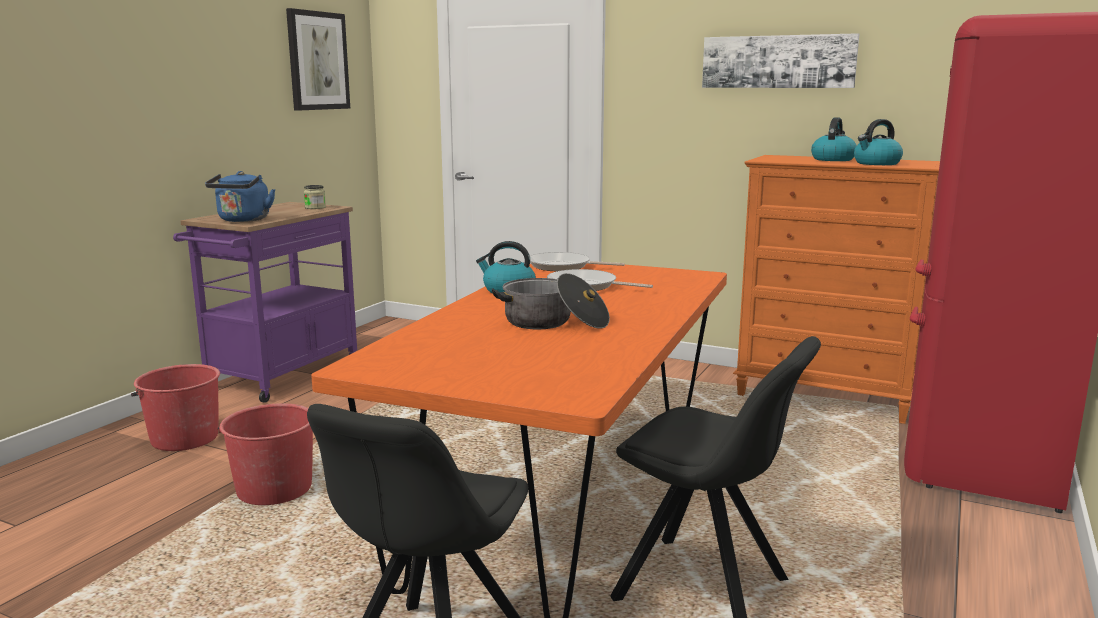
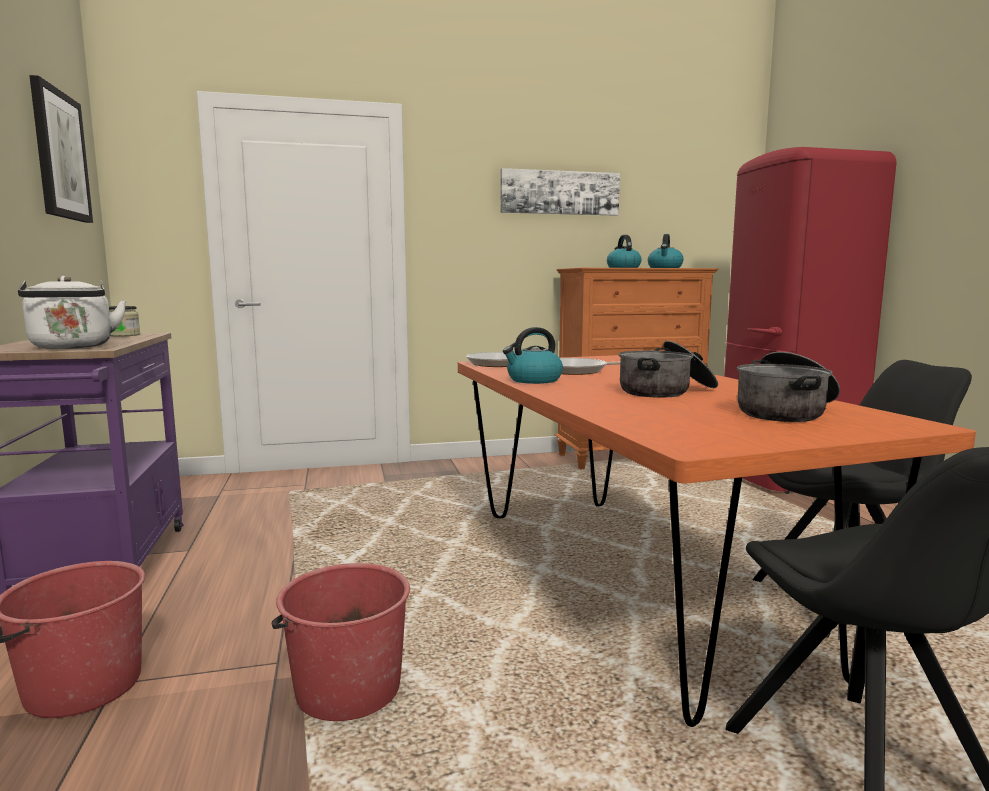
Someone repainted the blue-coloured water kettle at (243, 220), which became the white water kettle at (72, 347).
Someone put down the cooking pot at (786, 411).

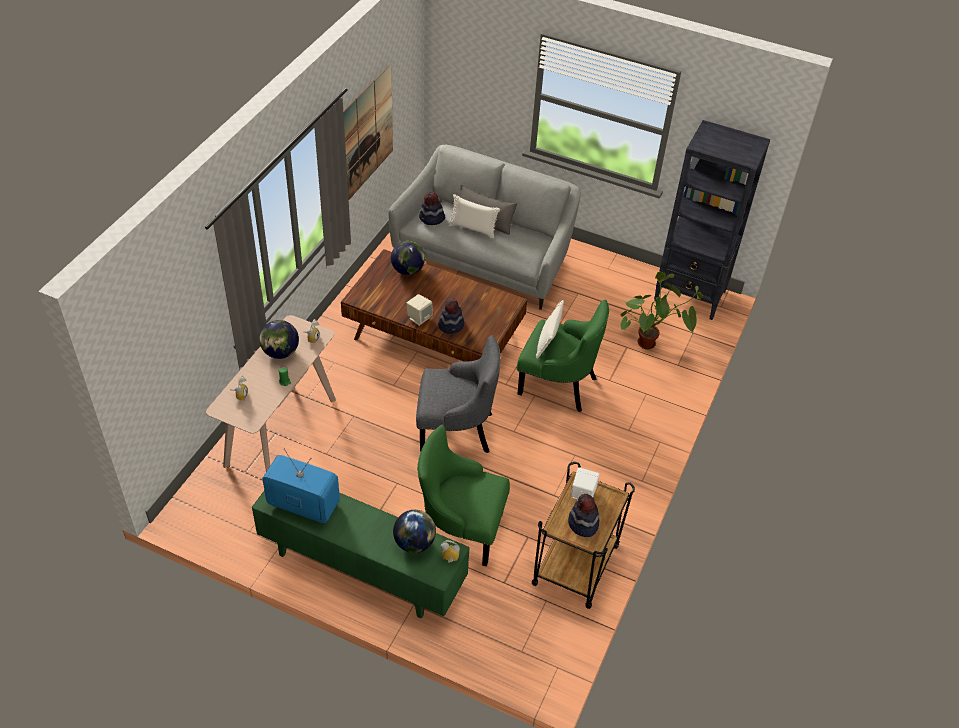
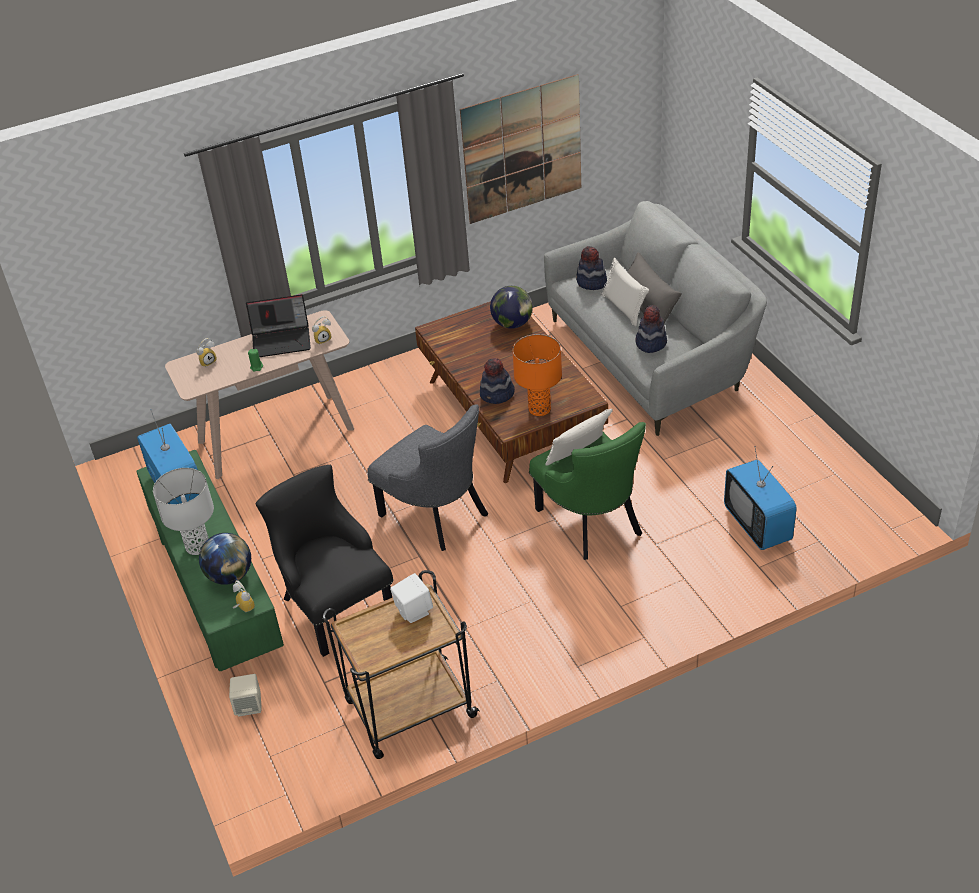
Someone swapped the globe at (281, 352) for the portable computer at (282, 340).
Someone carried the beige-coloured loudspeaker from (419, 318) to (249, 706).
Someone repainted the greenish armchair at (461, 530), which became the blackish armchair at (337, 610).
Someone carried the wearable hat from (583, 524) to (650, 343).
Someone swapped the houseplant at (652, 339) for the TV at (757, 525).
Someone took away the blackish bookcase at (690, 296).
Someone put down the white lamp for a table at (197, 546).
Someone put down the orange-coloured lamp for a table at (540, 409).

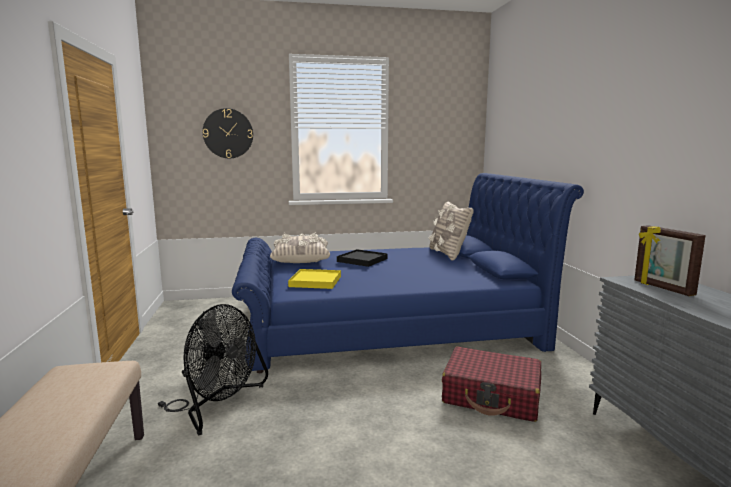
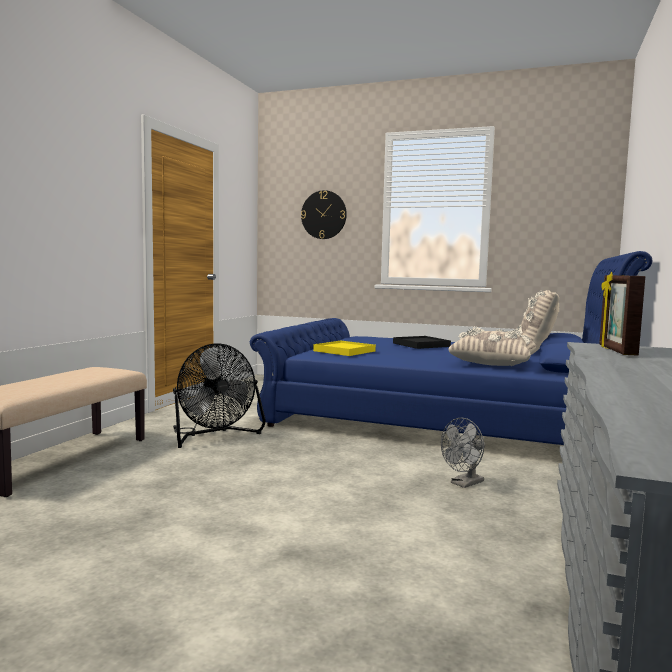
Someone carried the beige-coloured cushion from (301, 261) to (492, 364).
Someone swapped the reddish suitcase at (492, 396) for the greyish fan at (464, 484).

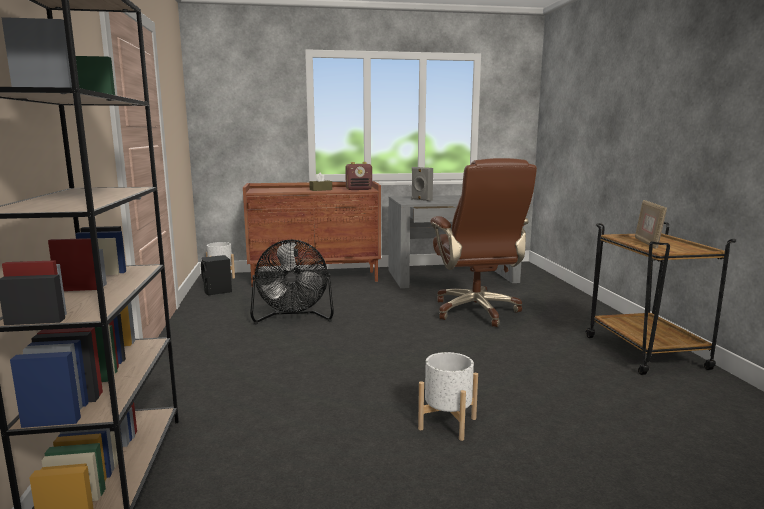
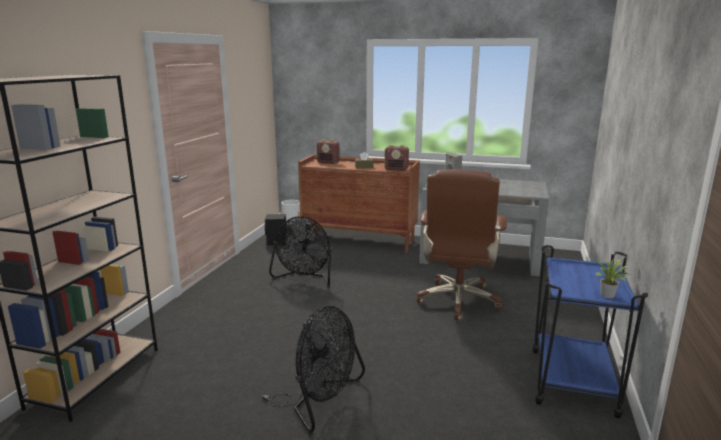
Someone swapped the white planter at (447, 424) for the blackish fan at (318, 402).
Someone repainted the brown trolley at (646, 353), which became the blue-coloured trolley at (572, 383).
Someone took away the standing frame at (647, 243).
Someone put down the radio set at (328, 162).
Someone put down the houseplant at (608, 296).

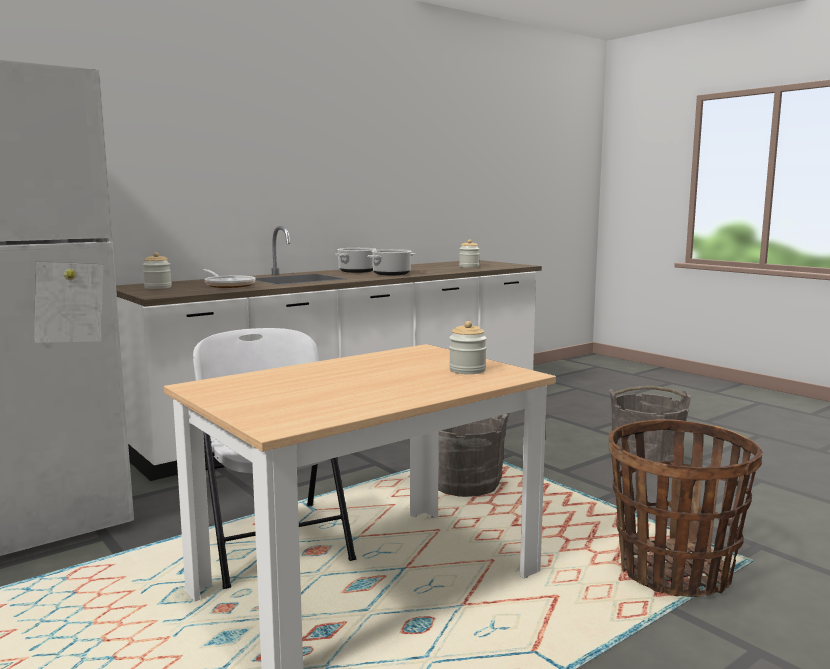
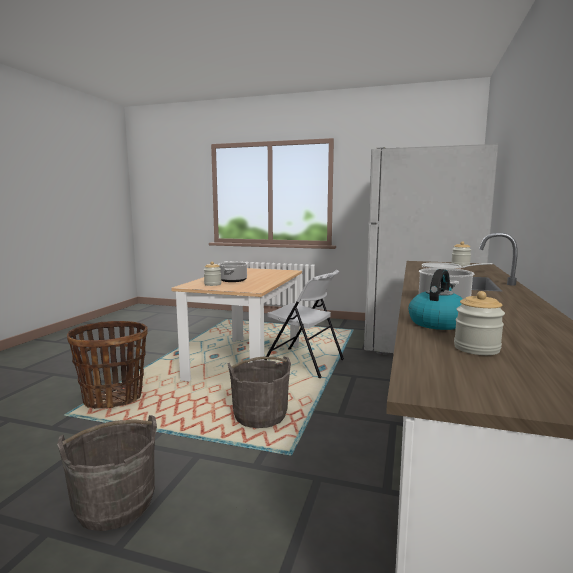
Someone carried the cooking pot from (357, 271) to (233, 280).
Someone put down the water kettle at (437, 323).

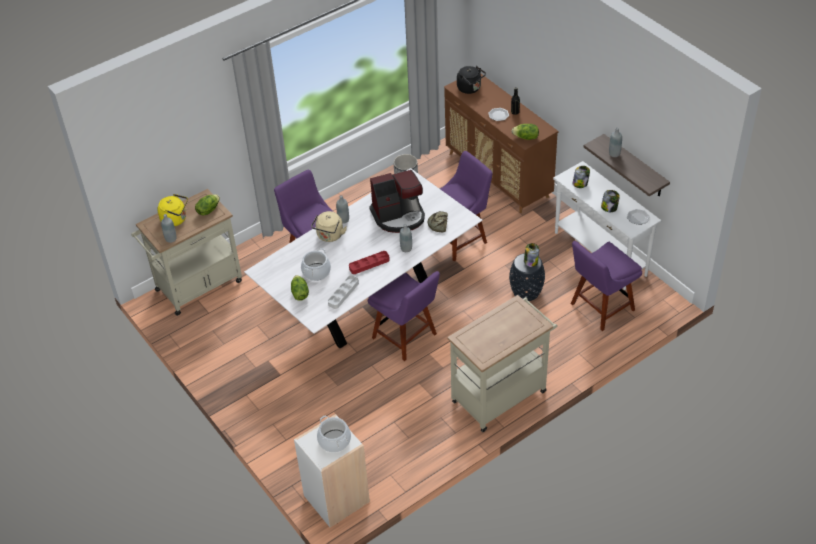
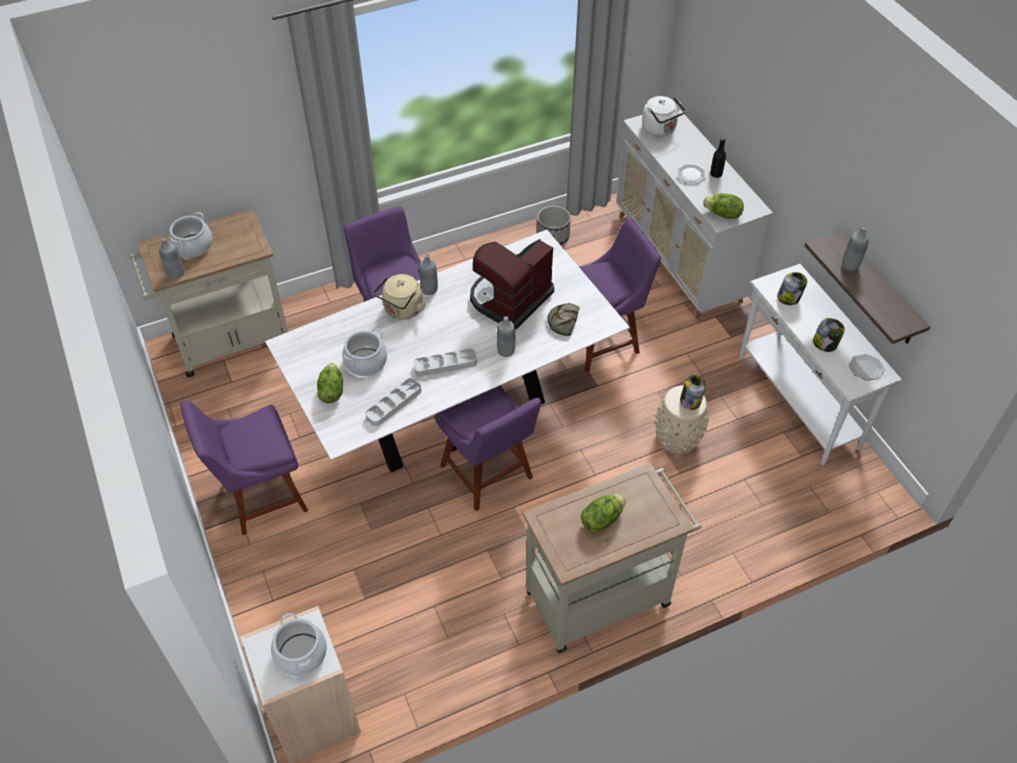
Someone swapped the yellowish water kettle at (175, 219) for the cooking pot at (193, 246).
Someone carried the head of lettuce from (208, 210) to (601, 519).
Someone repainted the reddish tray at (369, 264), which became the greyish tray at (445, 365).
Someone rotated the coffee brewer at (399, 216) by 135 degrees clockwise.
Someone repainted the brown storage cabinet at (498, 175), which became the white storage cabinet at (679, 257).
Someone repainted the blackish water kettle at (470, 89), which became the white water kettle at (660, 129).
Someone repainted the blackish stool seat at (526, 291), which became the beige-coloured stool seat at (677, 438).
Someone carried the purple-coloured plain chair from (600, 308) to (260, 497).

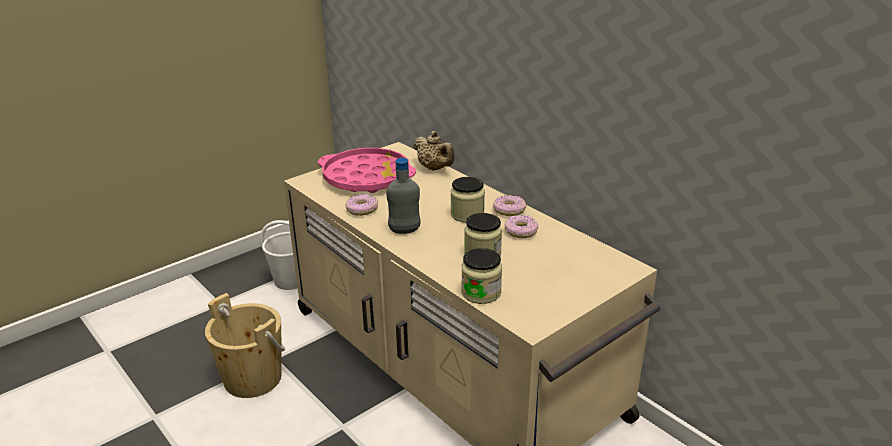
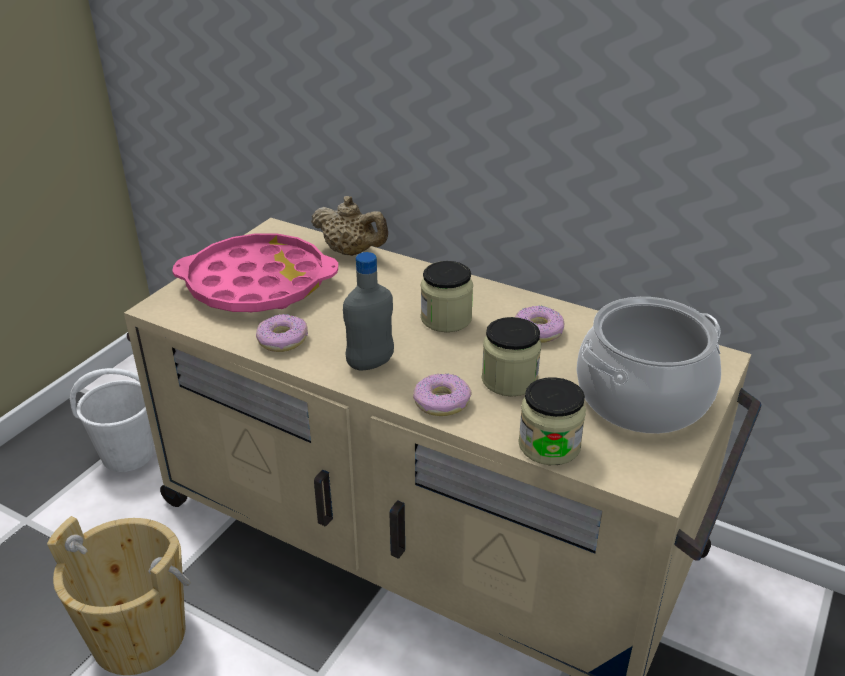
Someone carried the doughnut from (509, 210) to (441, 402).
Someone put down the cooking pot at (641, 397).

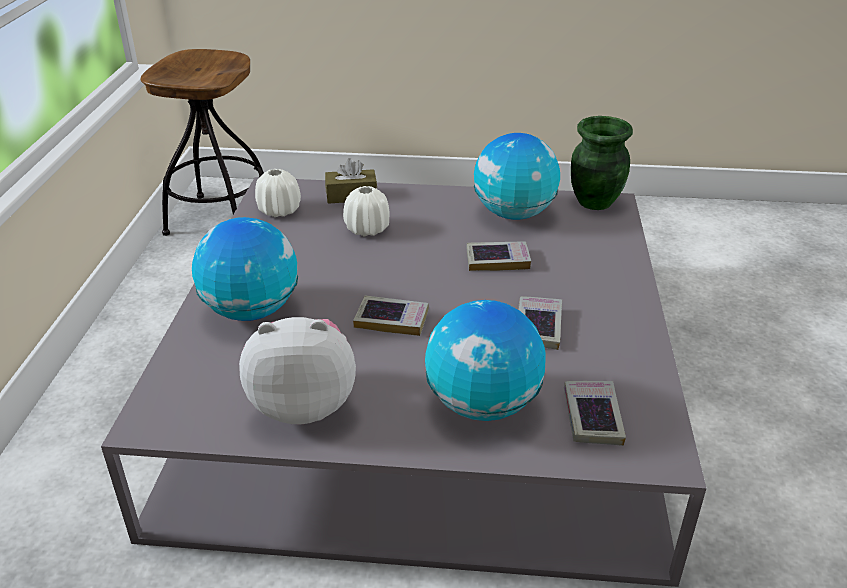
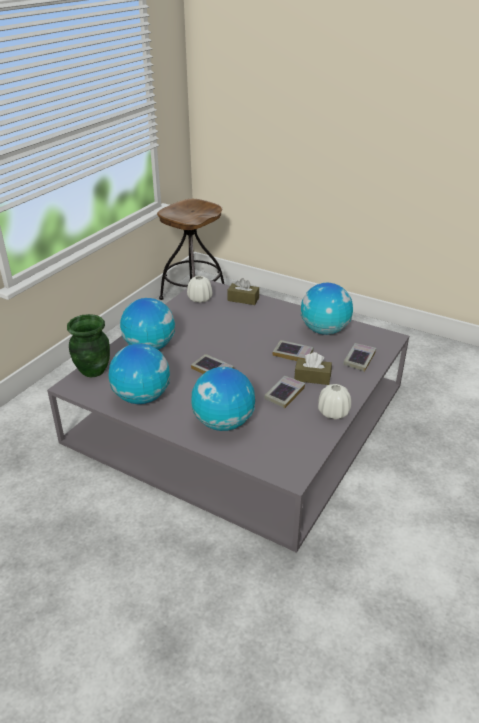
Someone swapped the cuddly toy at (304, 404) for the globe at (141, 397).
Someone carried the white decorative vase from (367, 229) to (333, 412).
Someone carried the bound book from (592, 417) to (359, 359).
Someone carried the greenish decorative vase from (594, 202) to (92, 370).
Someone put down the brown tissue holder at (312, 377).

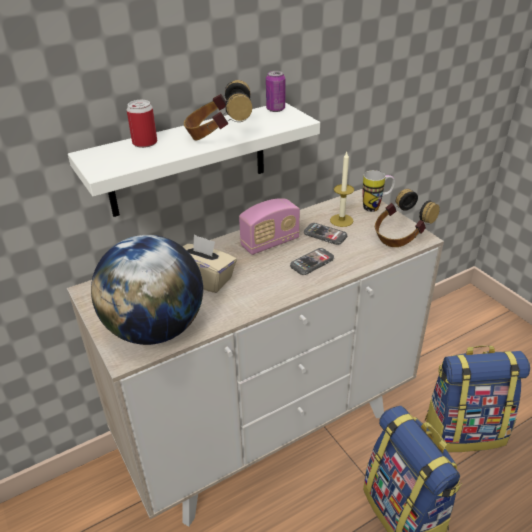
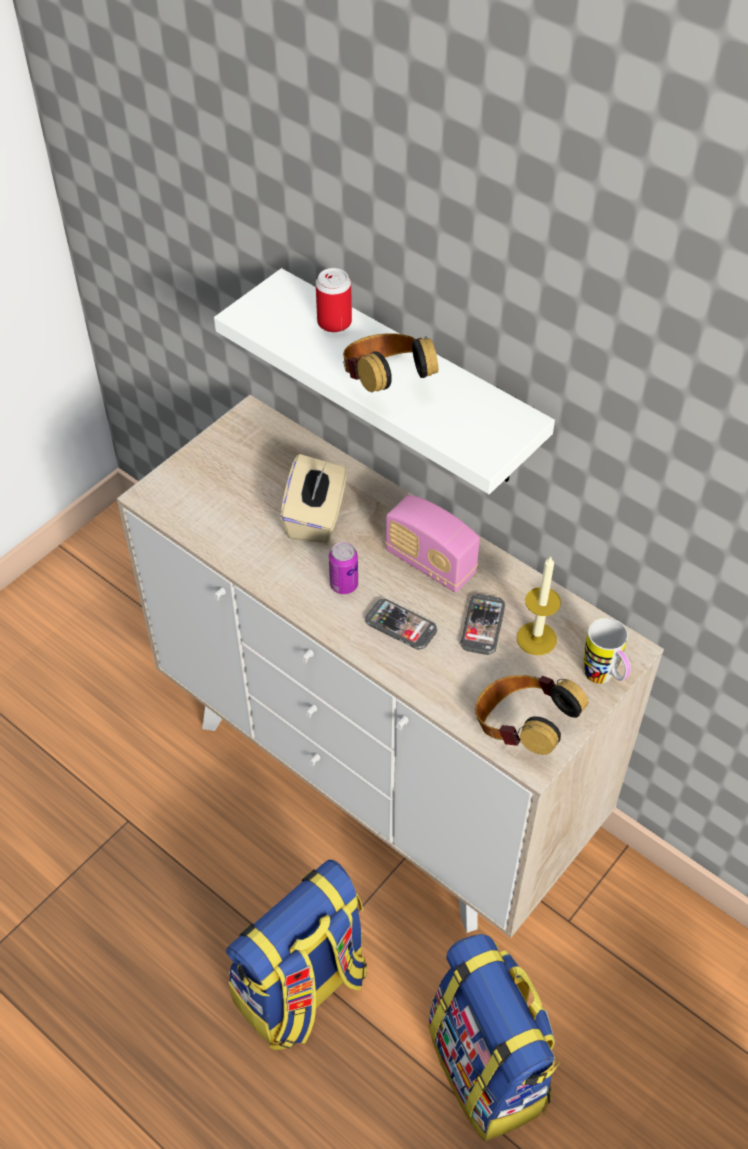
Someone took away the globe at (155, 329).
Someone carried the sealed can from (275, 109) to (344, 585).

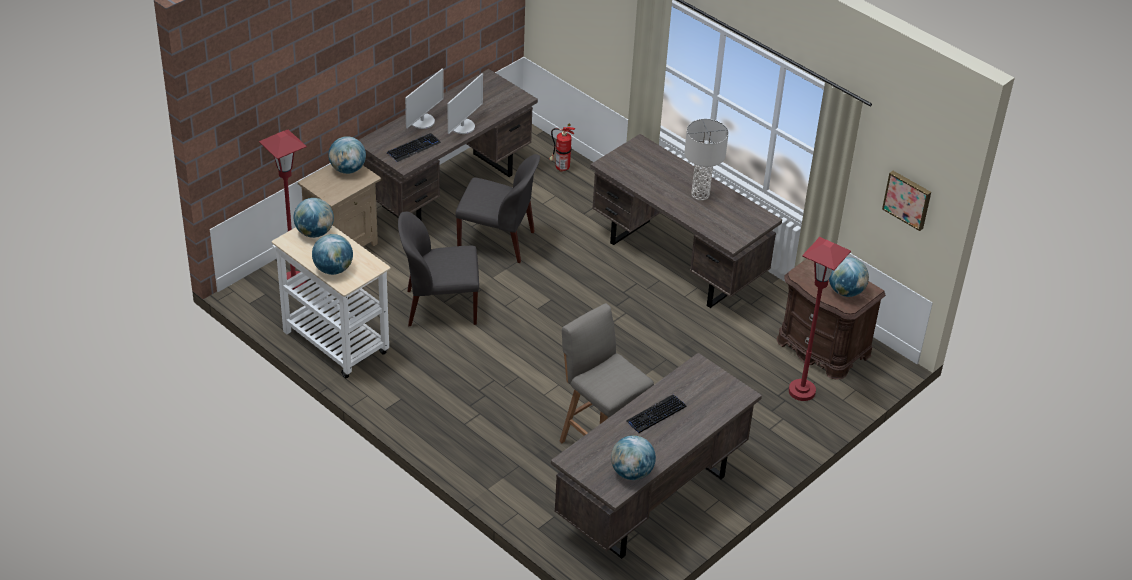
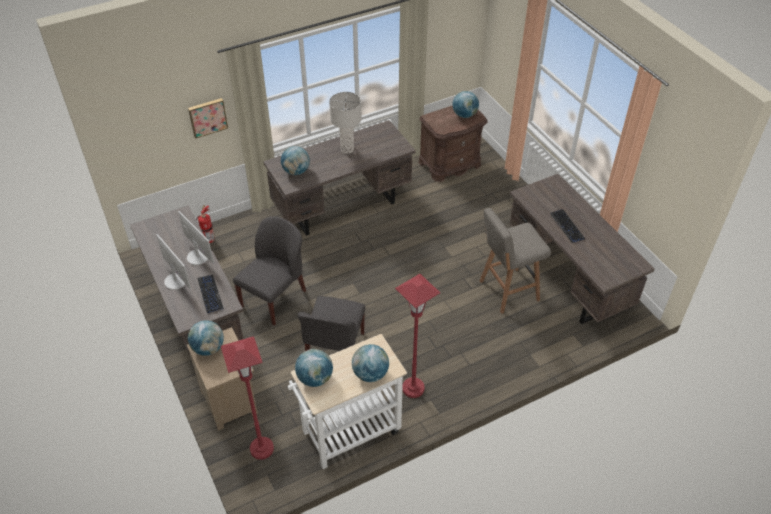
Someone carried the globe from (631, 472) to (296, 171).
Someone carried the reddish standard lamp from (802, 391) to (413, 388).
Someone carried the picture from (908, 199) to (207, 117).

